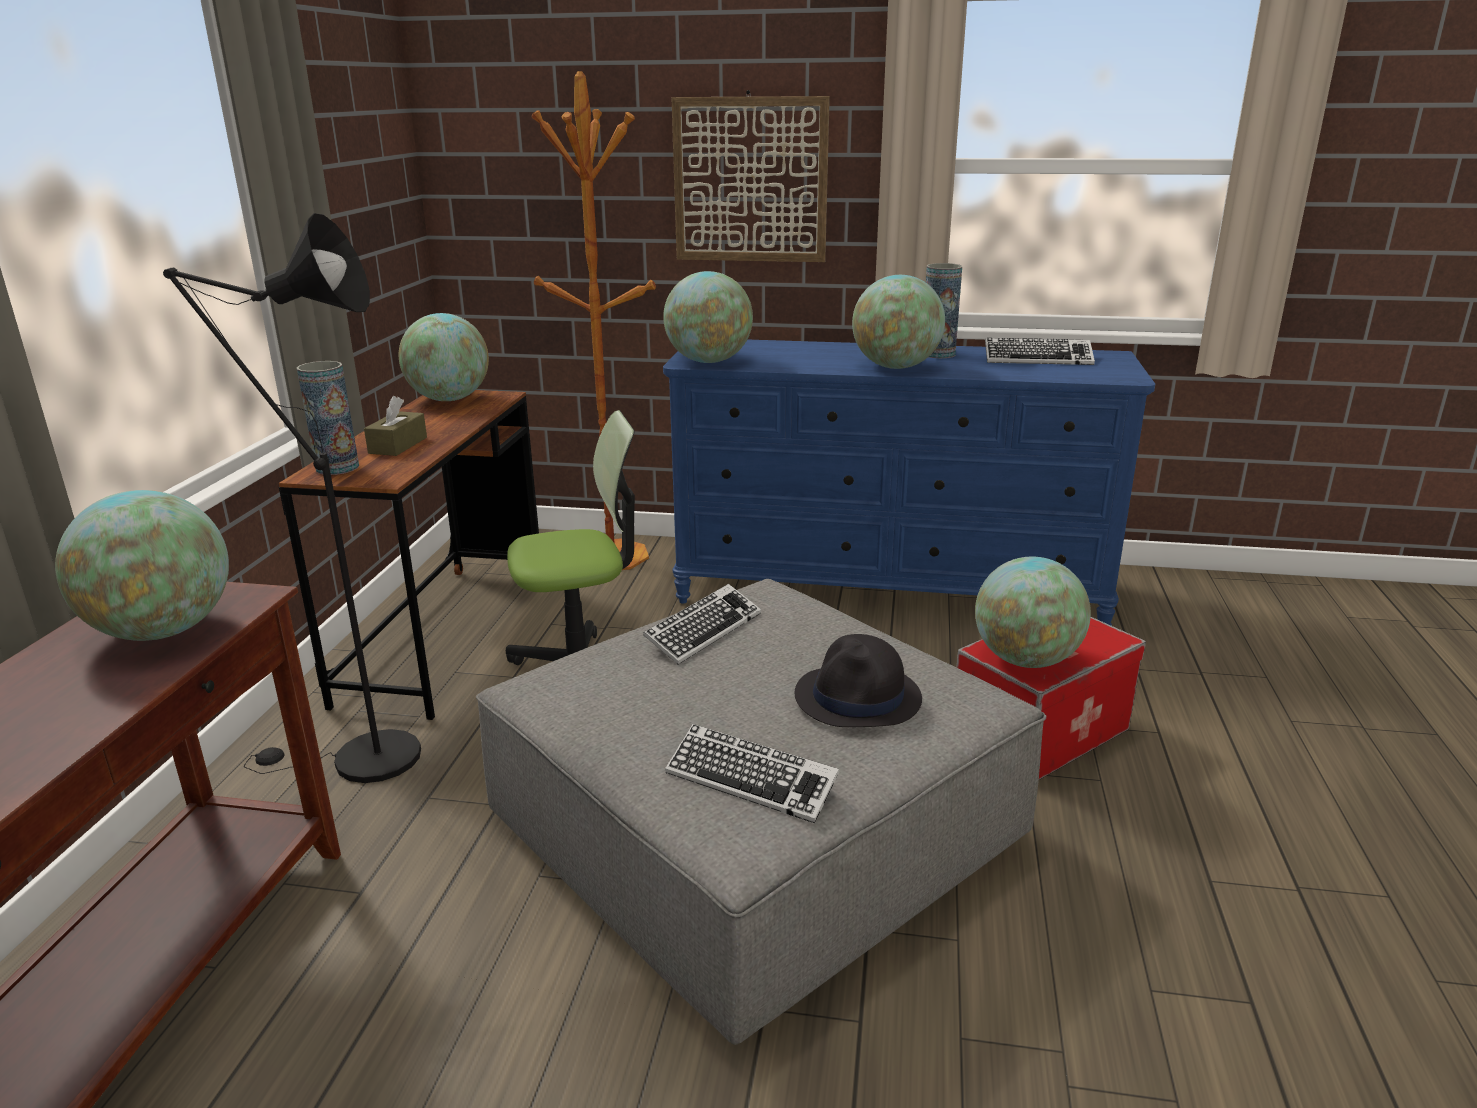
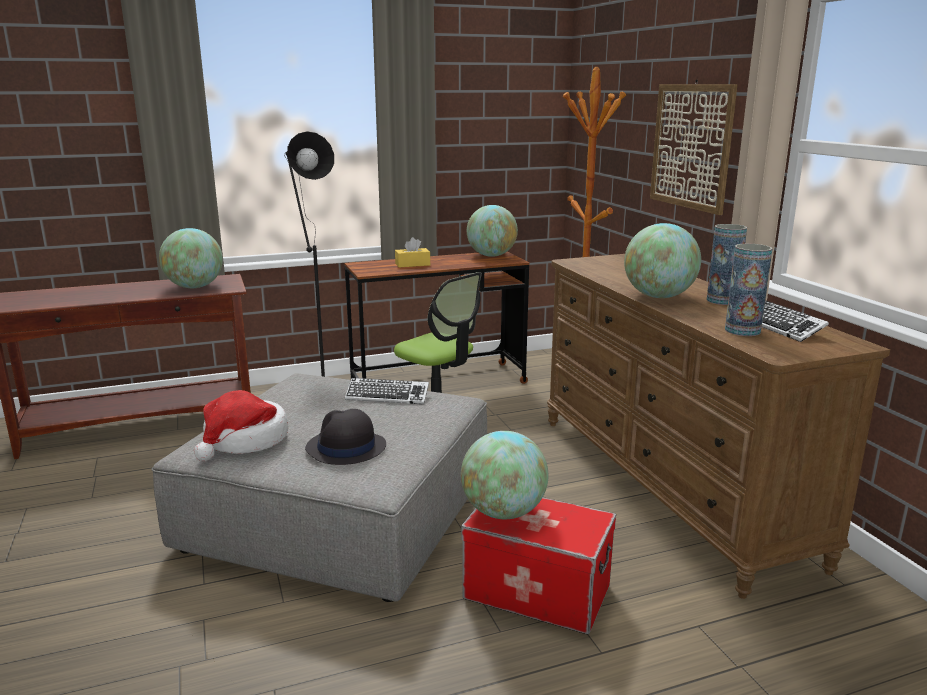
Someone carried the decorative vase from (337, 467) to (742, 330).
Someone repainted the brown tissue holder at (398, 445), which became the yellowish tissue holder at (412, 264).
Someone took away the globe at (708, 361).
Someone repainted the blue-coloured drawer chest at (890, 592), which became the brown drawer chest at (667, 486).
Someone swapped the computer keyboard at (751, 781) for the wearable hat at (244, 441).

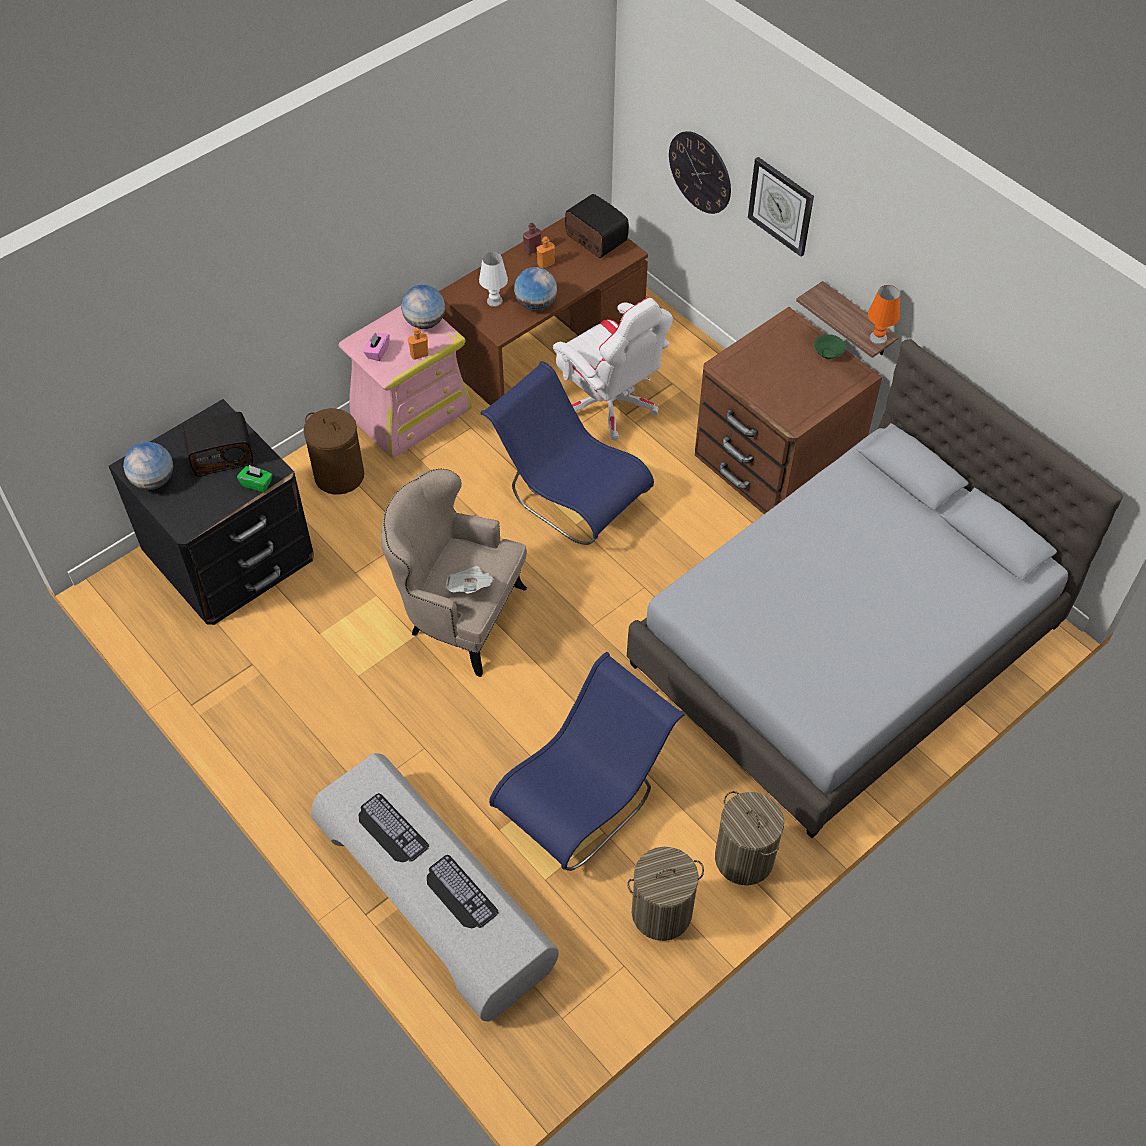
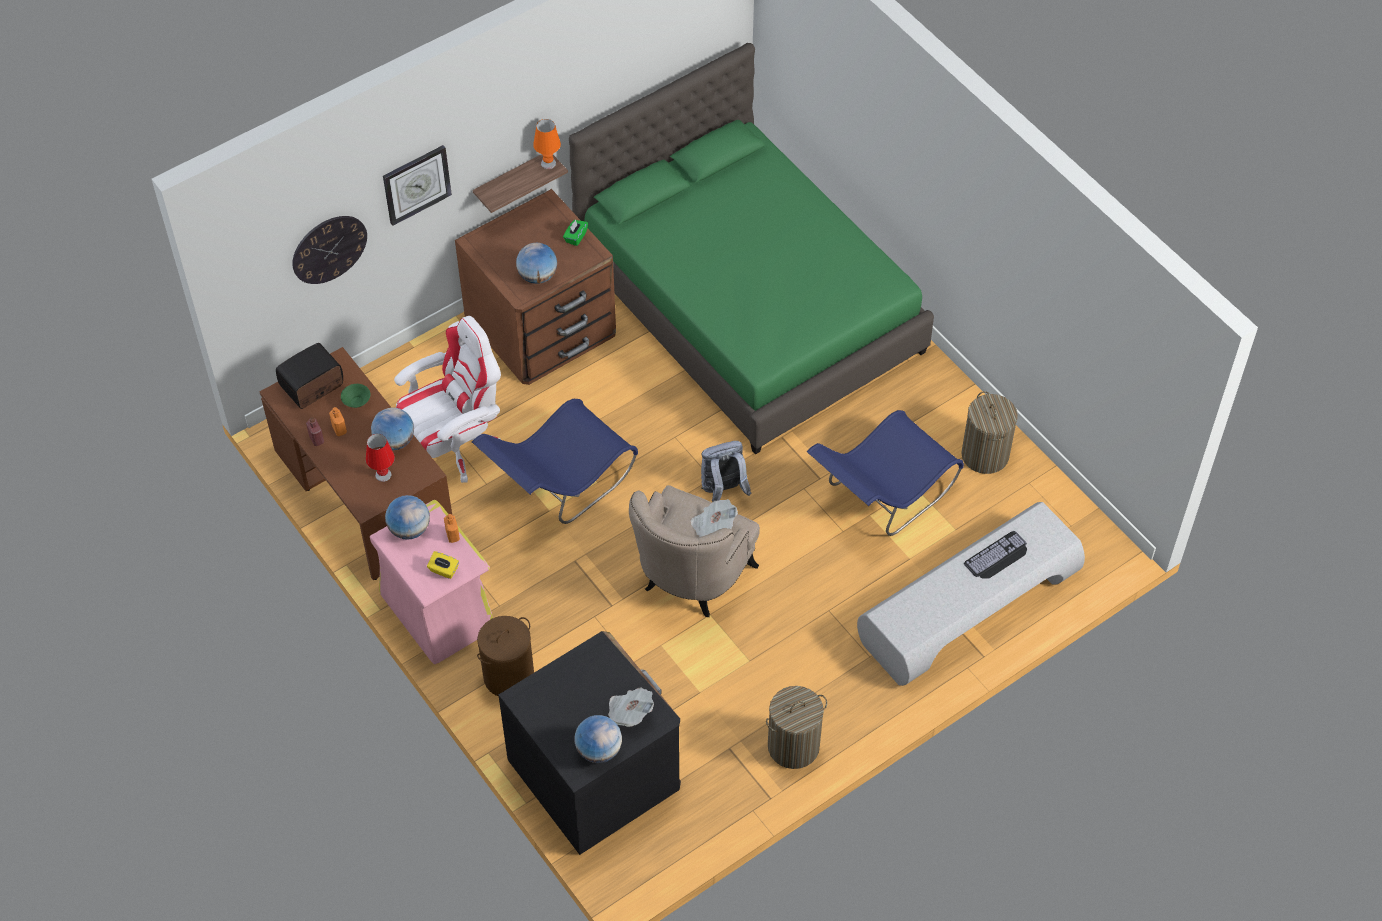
Someone took away the radio set at (222, 455).
Someone carried the greenish tissue holder from (257, 484) to (575, 237).
Someone took away the computer keyboard at (389, 830).
Someone repainted the pinkish tissue holder at (377, 352), which became the yellowish tissue holder at (443, 570).
Someone repainted the white lamp for a table at (494, 301), which became the reddish lamp for a table at (383, 475).
Someone rotated the blue-coloured plain chair at (585, 796) by 90 degrees counterclockwise.
Someone repainted the greyish bedroom bed at (847, 644), which became the greenish bedroom bed at (748, 304).
Someone carried the washing basket from (744, 858) to (793, 746).
Someone carried the greenish deep dish from (828, 354) to (357, 402).
Someone put down the globe at (537, 276).
Someone put down the printed paper at (629, 713).
Someone put down the greyish rucksack at (723, 490).

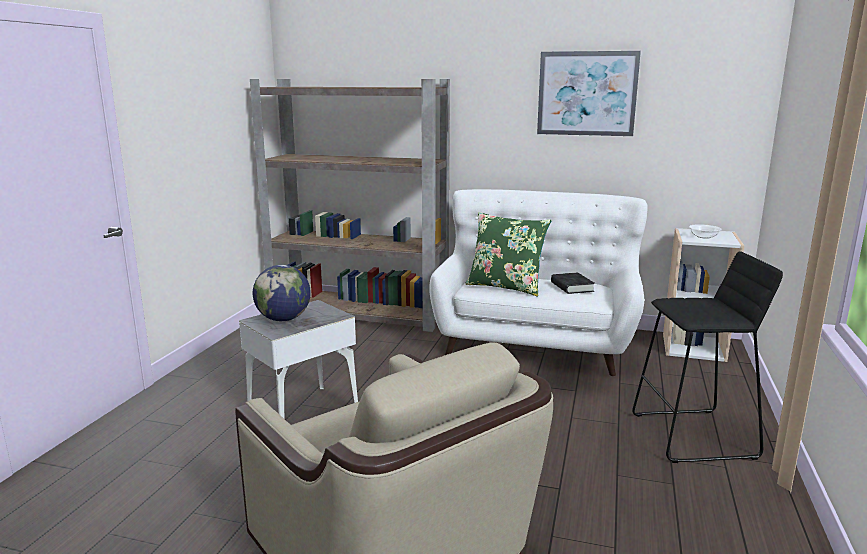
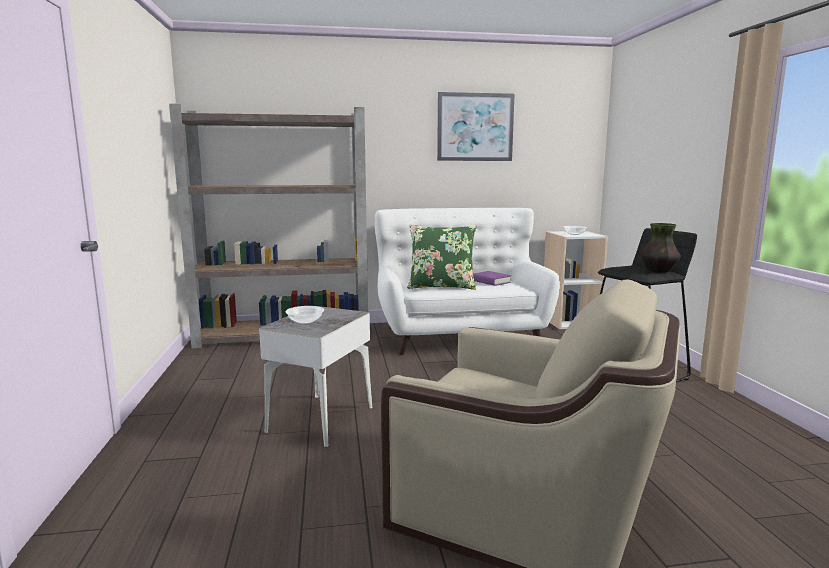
Someone swapped the globe at (283, 319) for the deep dish at (305, 322).
Someone repainted the blackish bound book at (572, 287), which became the purple-coloured bound book at (491, 281).
Someone put down the decorative vase at (658, 271).

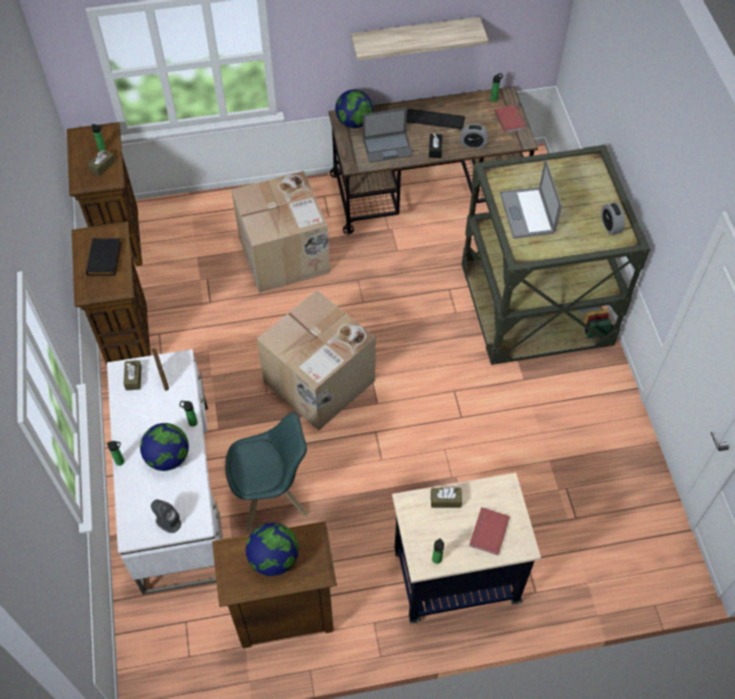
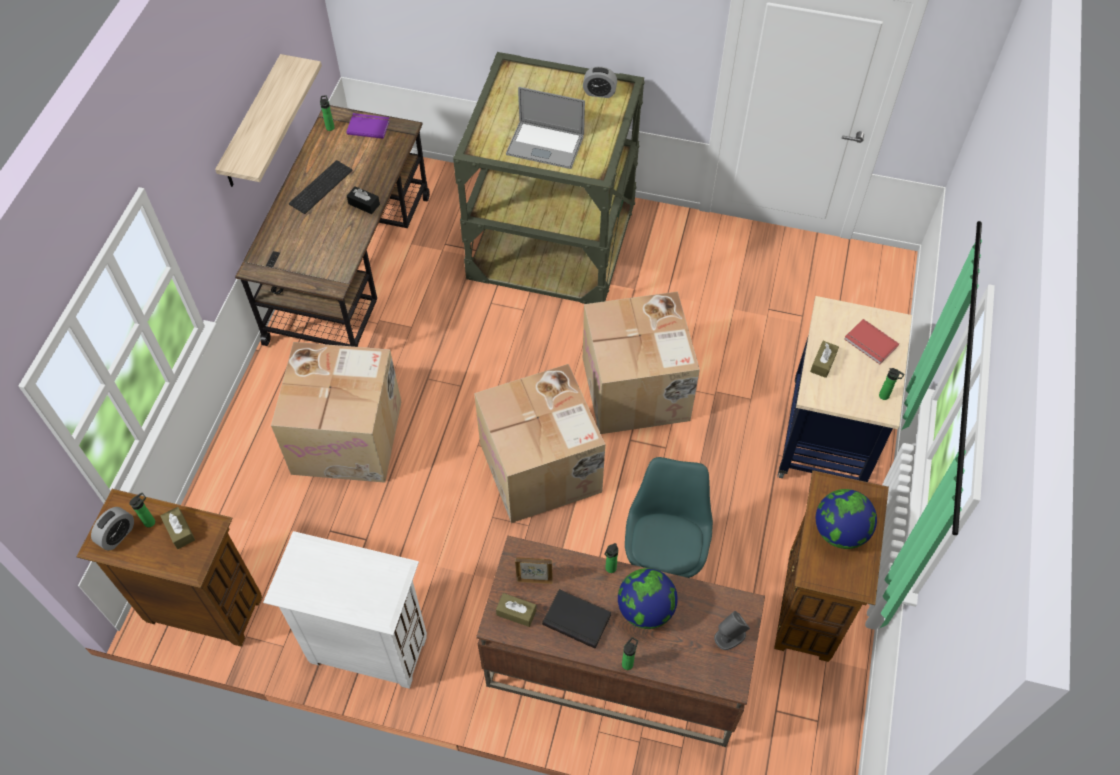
Someone repainted the brown storage cabinet at (128, 339), which became the white storage cabinet at (367, 651).
Someone carried the blackish bound book from (105, 259) to (577, 619).
Someone repainted the white desk at (176, 495), which became the brown desk at (614, 667).
Someone took away the globe at (354, 122).
Someone took away the portable computer at (388, 147).
Someone carried the bedside clock from (473, 144) to (118, 535).
Someone repainted the reddish bound book at (510, 119), which became the purple-coloured bound book at (368, 126).
Someone put down the cardboard box at (637, 390).

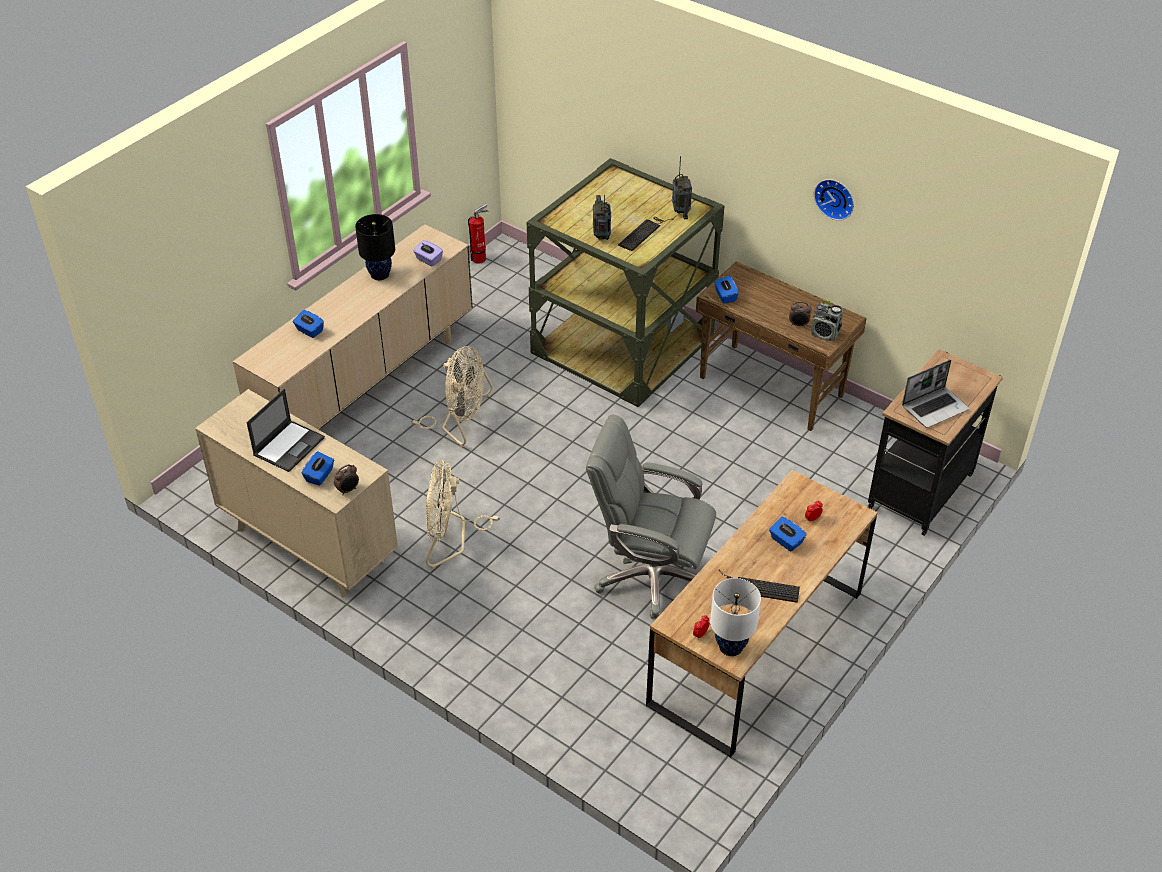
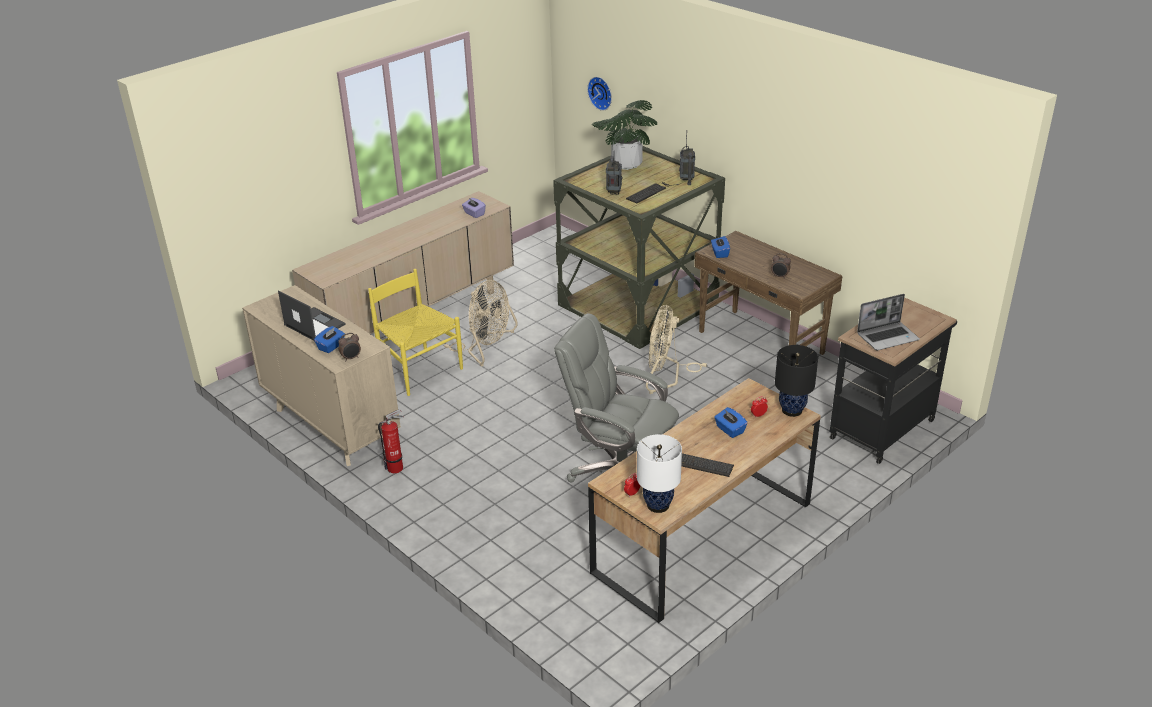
Someone rotated the portable computer at (289, 446) by 90 degrees counterclockwise.
Someone took away the blue-coloured tissue holder at (309, 331).
Someone carried the blackish lamp for a table from (379, 274) to (791, 410).
Someone carried the beige-coloured fan from (451, 534) to (667, 372).
Someone carried the fire-fighting cylinder from (480, 258) to (397, 467).
Someone took away the radio set at (825, 334).
Someone carried the clock on the wall from (835, 198) to (601, 92).
Someone put down the yellowish plain chair at (419, 370).
Someone put down the houseplant at (626, 164).

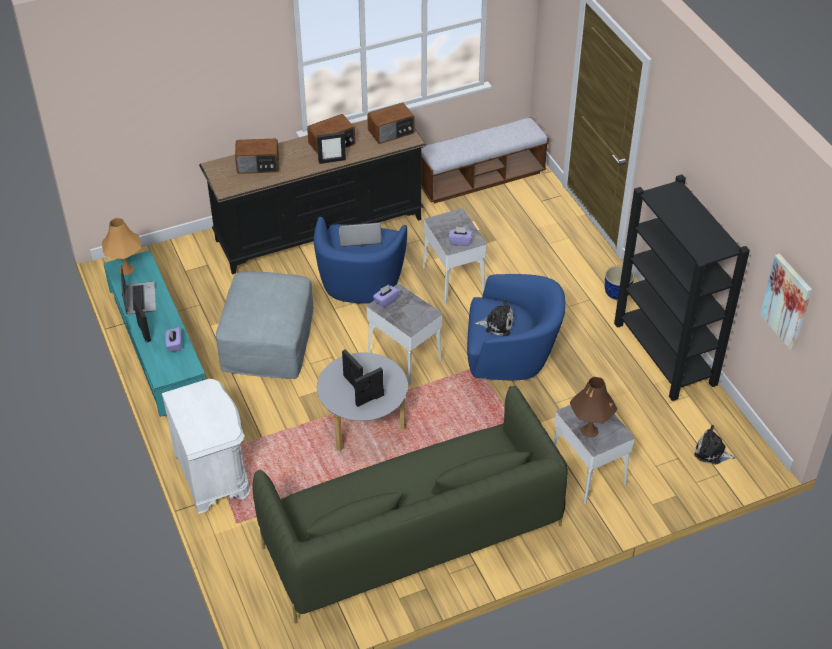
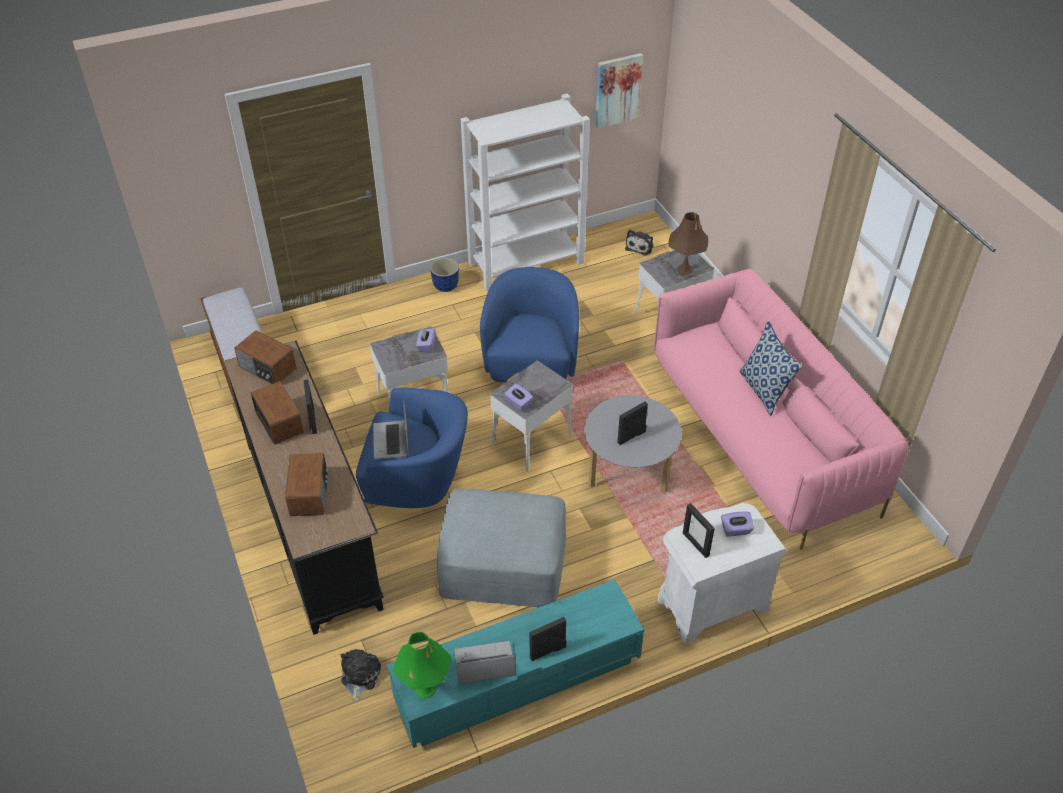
Someone repainted the orange-coloured lamp for a table at (126, 269), which became the greenish lamp for a table at (425, 688).
Someone carried the purple-coloured tissue holder from (174, 344) to (736, 530).
Someone repainted the greenish couch at (411, 533), which became the pinkish couch at (760, 434).
Someone carried the standing frame from (370, 400) to (696, 544).
Someone rotated the radio set at (391, 132) by 150 degrees clockwise.
Someone carried the cuddly toy from (497, 324) to (359, 676).
Someone repainted the blackish bookcase at (665, 353), which became the white bookcase at (526, 263).
Someone put down the cushion at (764, 391).

